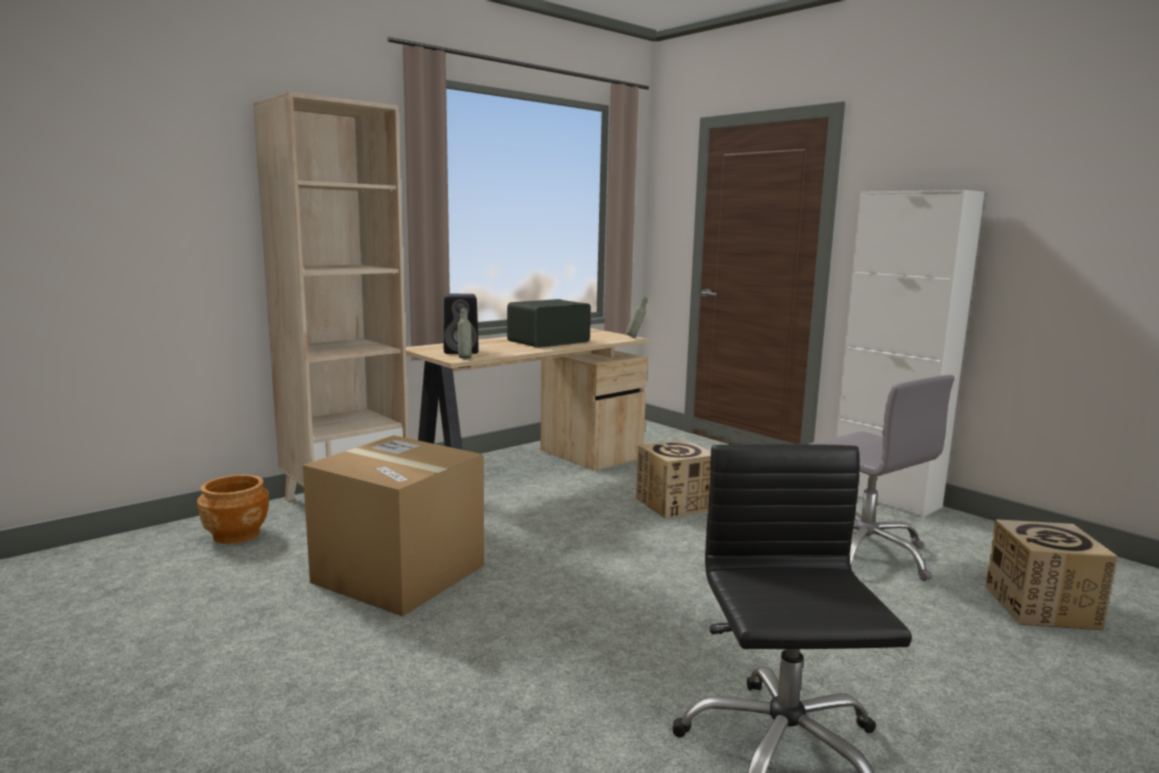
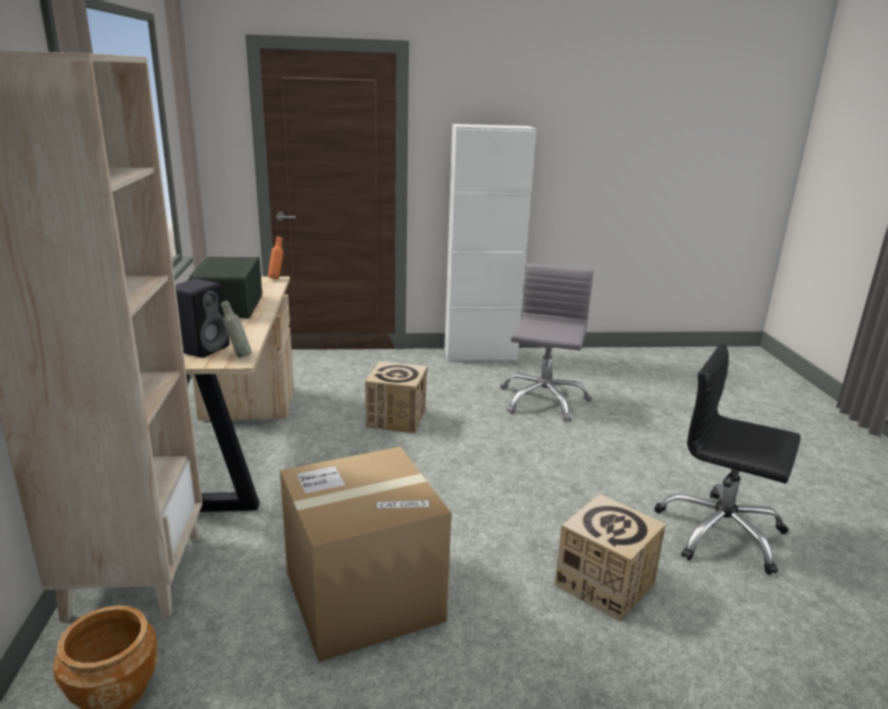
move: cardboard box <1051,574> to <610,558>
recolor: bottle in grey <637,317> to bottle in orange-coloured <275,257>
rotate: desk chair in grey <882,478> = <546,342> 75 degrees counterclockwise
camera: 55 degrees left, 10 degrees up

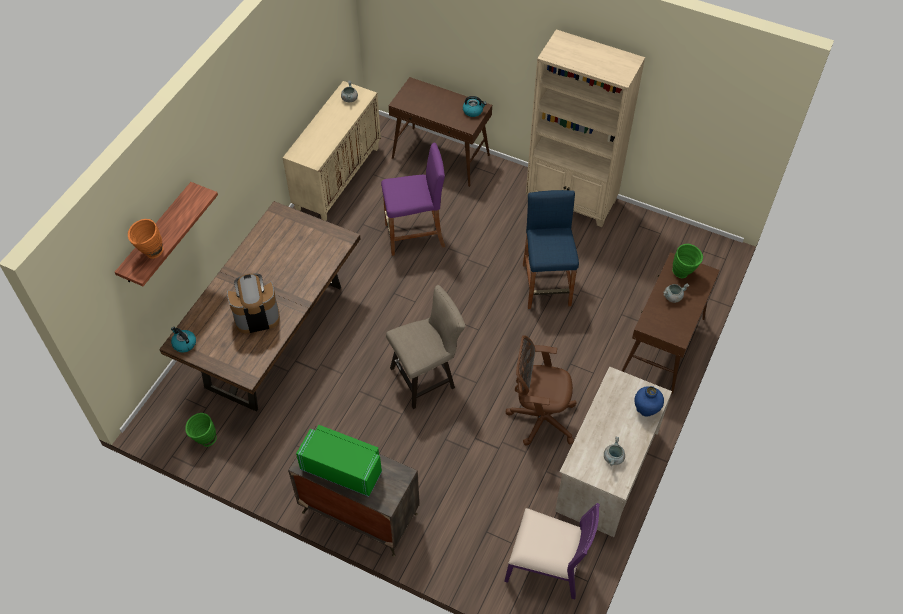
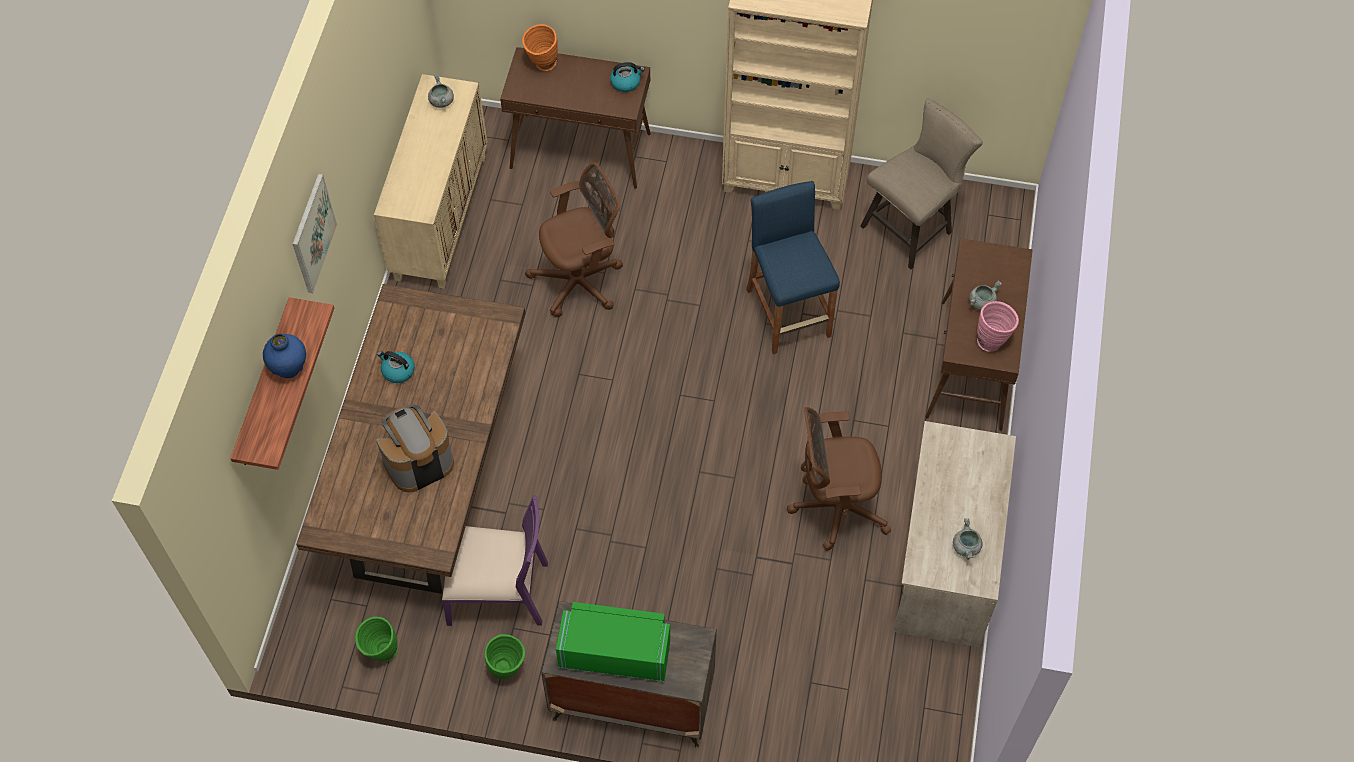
insert: wall art <315,233>; decorative vase in pinkish <998,326>
move: decorative vase in bluish <649,401> to <284,356>; tea kettle <183,340> to <396,367>; chair in purple-coloured <552,551> to <495,560>; decorative vase in green-coloured <687,261> to <505,656>; decorative vase in orange-coloured <145,239> to <540,47>; stool in sand-coloured <425,347> to <922,183>
replace: stool in purple-coloured <413,199> to desk chair in brownish <574,239>
camera: 15 degrees left, 5 degrees up

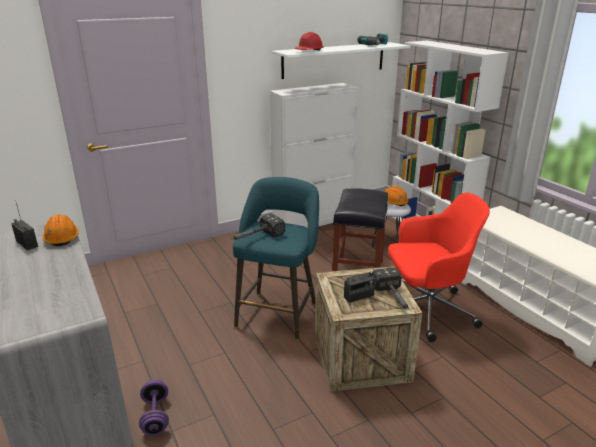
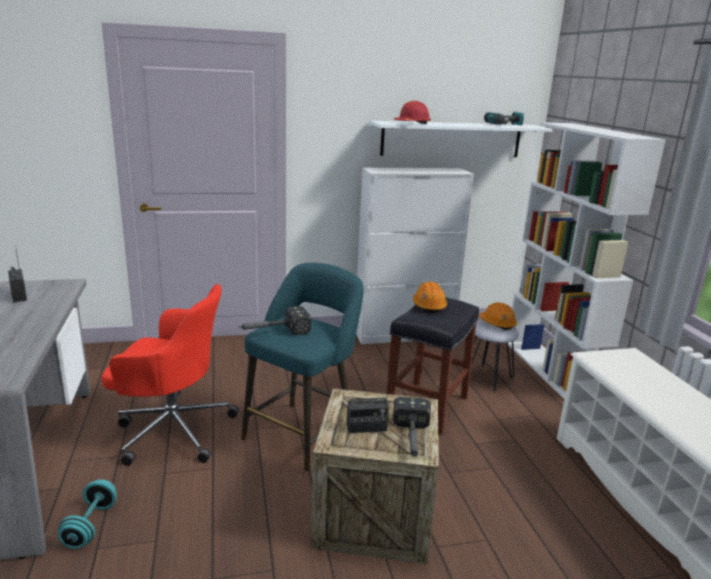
move: desk chair in red <439,267> to <170,375>; hard hat in orange-coloured <61,230> to <430,297>
recolor: free weight in purple-coloured <154,407> to free weight in turquoise-coloured <87,514>
camera: 15 degrees right, 5 degrees down

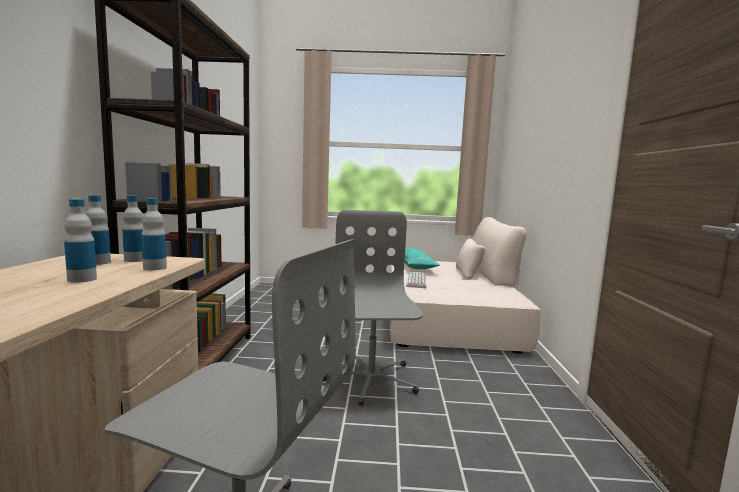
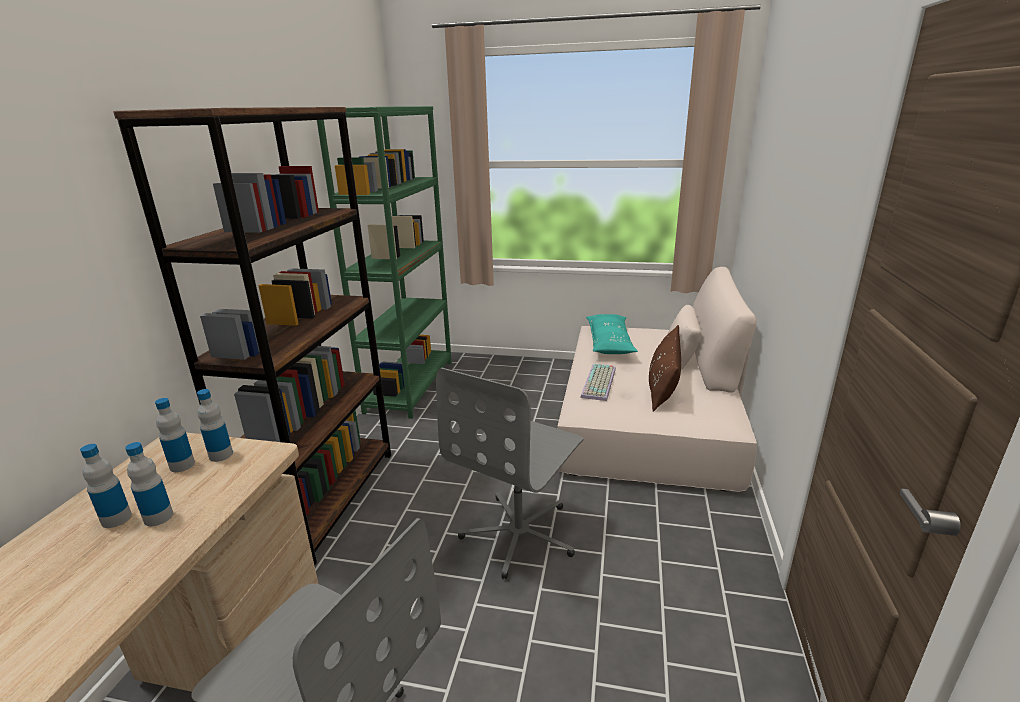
insert: bookshelf in green-coloured <384,262>; throw pillow in brownish <665,368>
move: bottle <154,234> to <106,486>
rotate: desk chair in grey <373,308> = <509,473> 150 degrees counterclockwise
camera: 10 degrees right, 15 degrees up

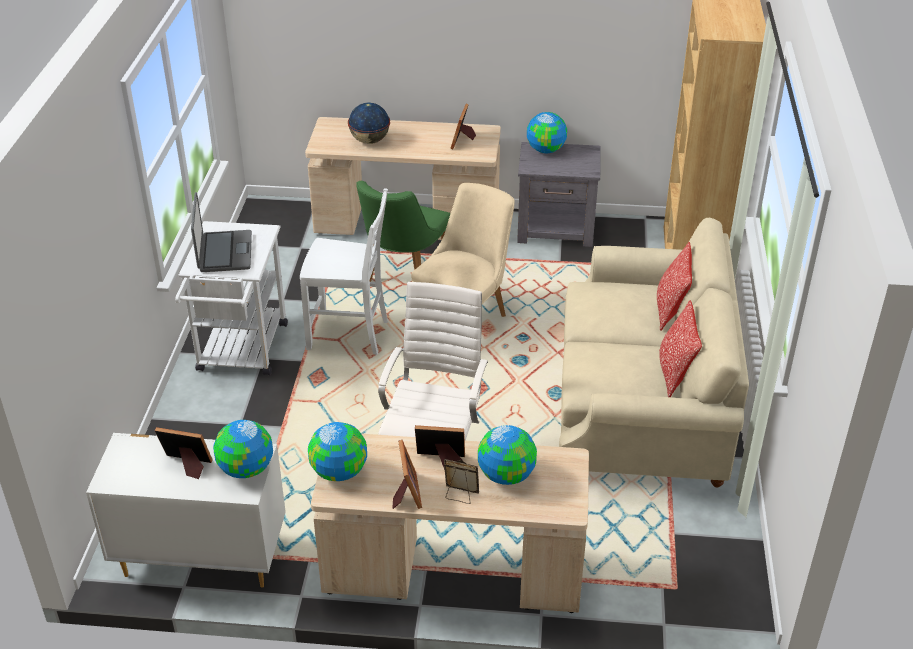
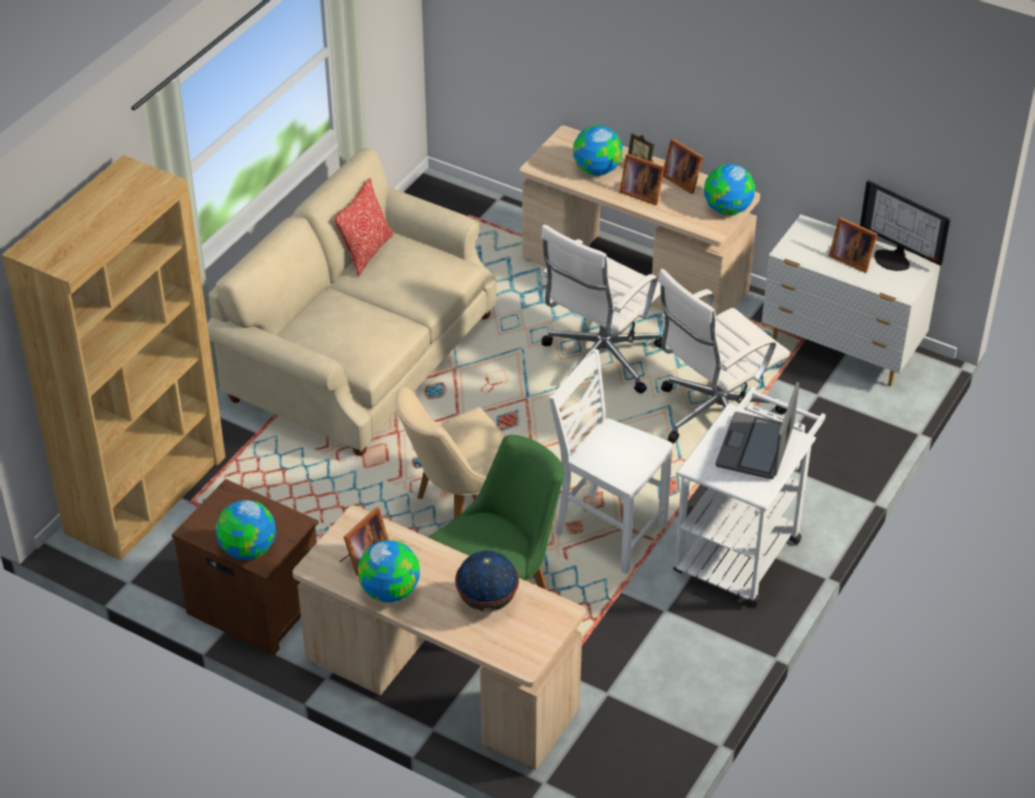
delete: throw pillow <674,286>
insert: desk chair in whitish <724,356>; computer screen <905,225>
move: desk globe <243,449> to <389,571>
recolor: bedside table in grey <559,194> to bedside table in brownish <245,567>
rotate: standing frame <407,474> = <683,166> 60 degrees counterclockwise
camera: 155 degrees left, 5 degrees up

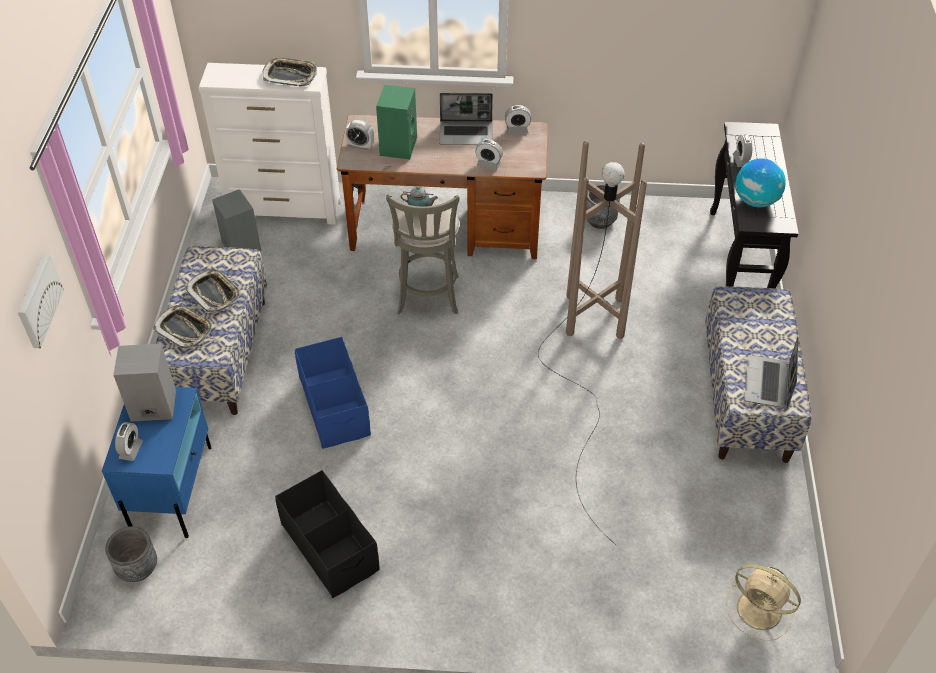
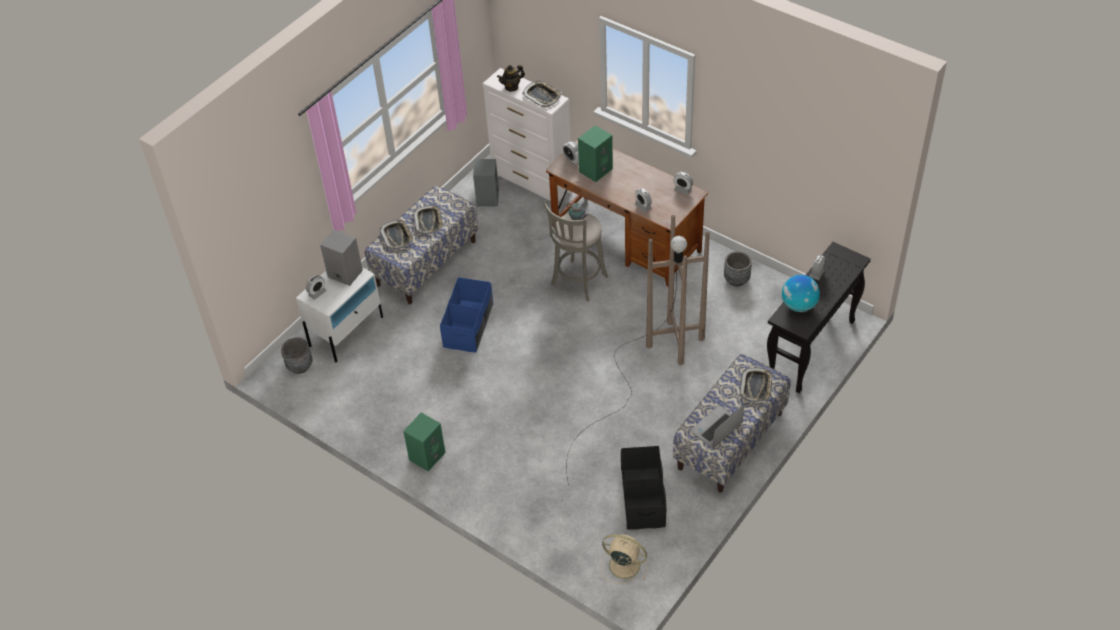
delete: wall art <41,301>; portable computer <466,119>
insert: speaker in green-coloured <424,442>; teapot <511,78>; carrying tray <756,384>
move: storage bin in blackish <327,534> to <644,488>
recolor: bedside table in bluish <156,462> to bedside table in whitish <339,314>
rotate: fan in sand-coloured <764,602> = <624,559> 135 degrees clockwise
camera: 35 degrees right, 0 degrees up

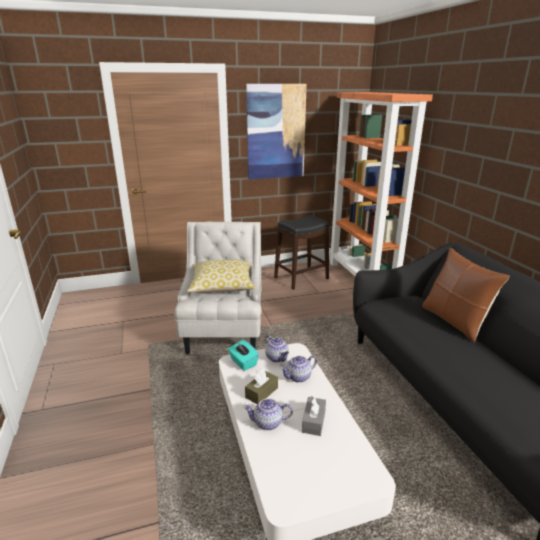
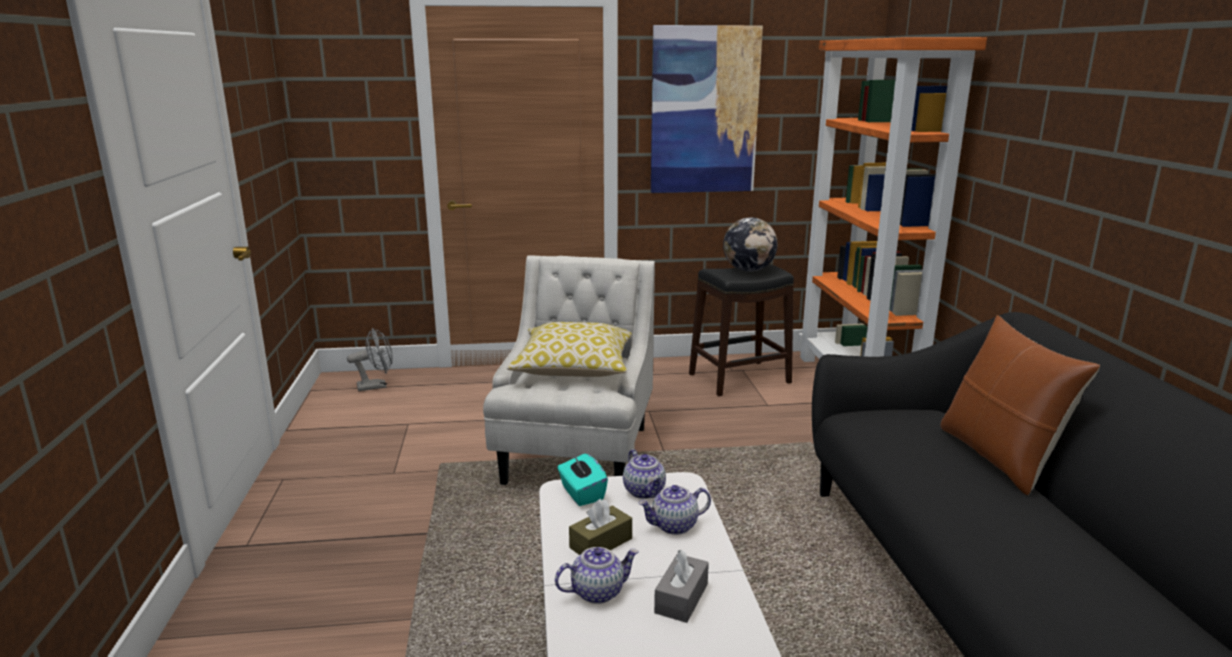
insert: fan in grey <370,359>; desk globe <750,244>
rotate: teapot <268,414> = <597,575> 150 degrees clockwise
camera: 10 degrees right, 5 degrees down

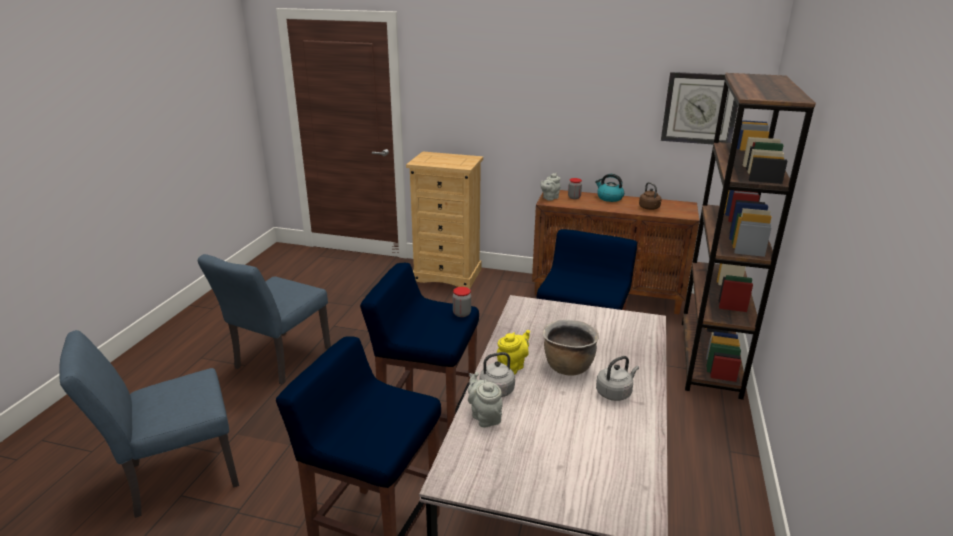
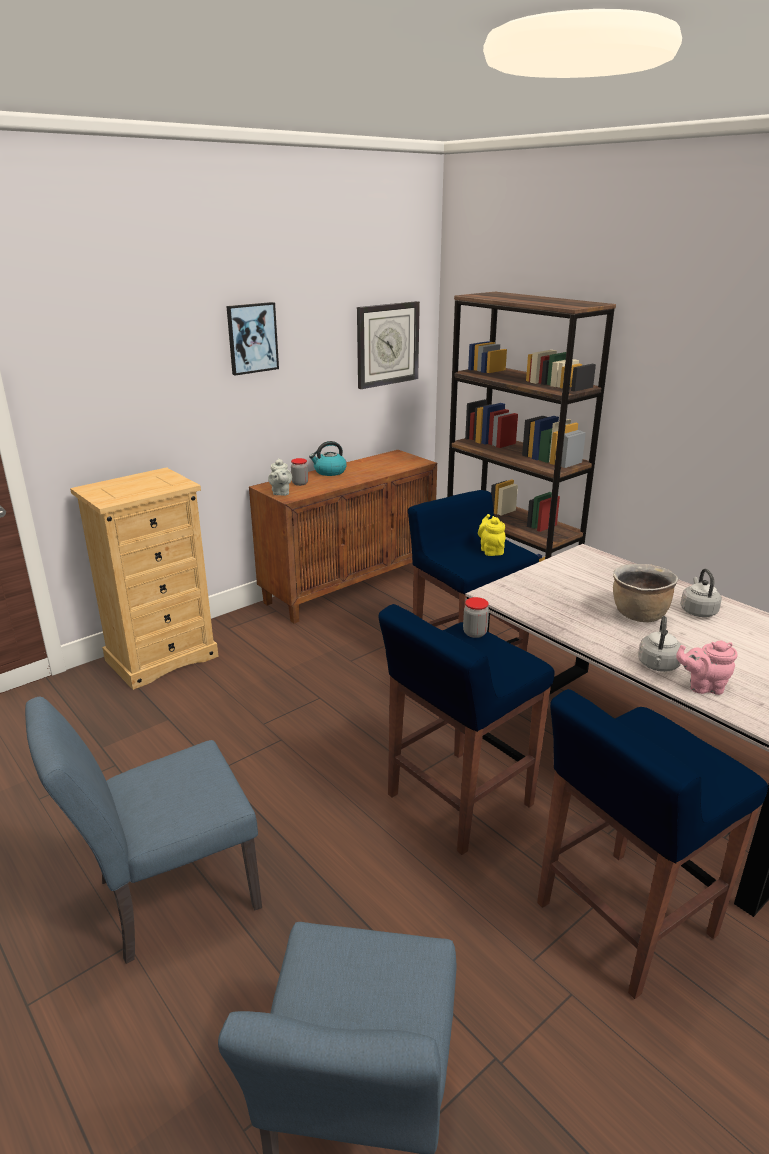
delete: tea kettle in brownish <650,196>
insert: wall art <252,339>
move: teapot in yellow <513,352> to <492,535>
recolor: teapot in grey <485,399> to teapot in pinkish <706,668>
rotate: chair in bluish <264,319> = <143,830> 90 degrees clockwise
camera: 55 degrees left, 0 degrees up

